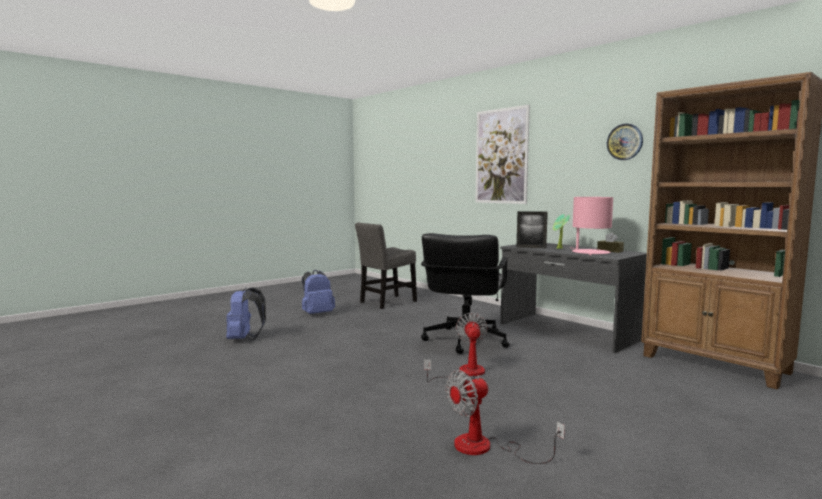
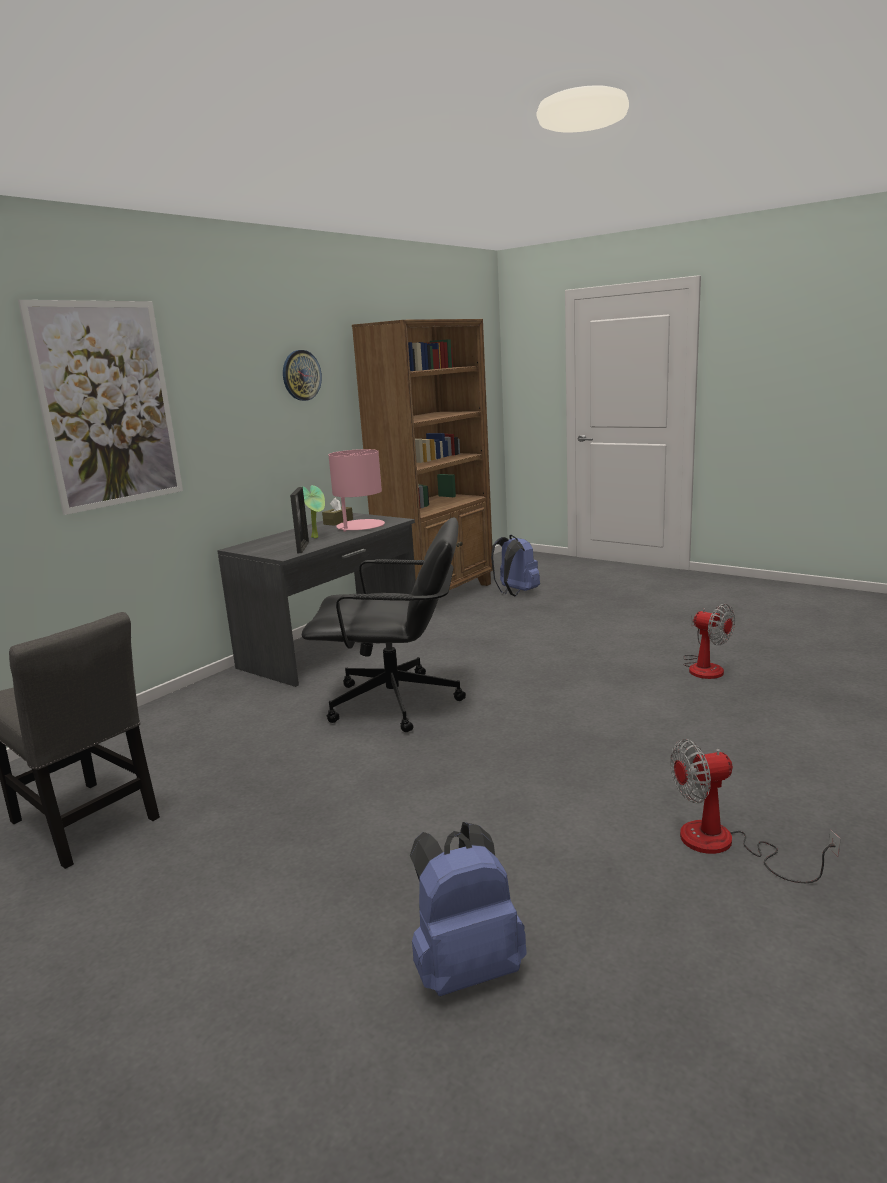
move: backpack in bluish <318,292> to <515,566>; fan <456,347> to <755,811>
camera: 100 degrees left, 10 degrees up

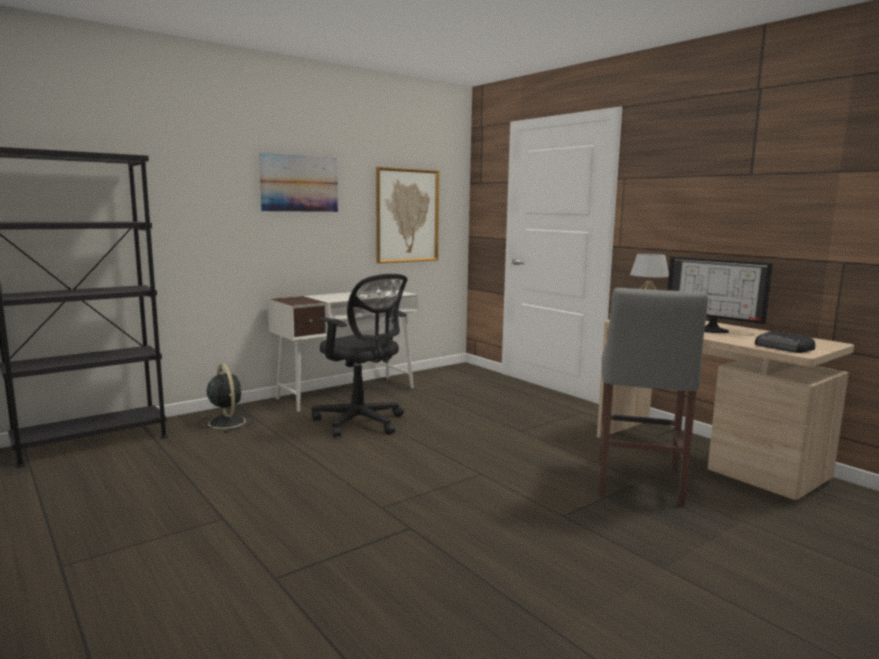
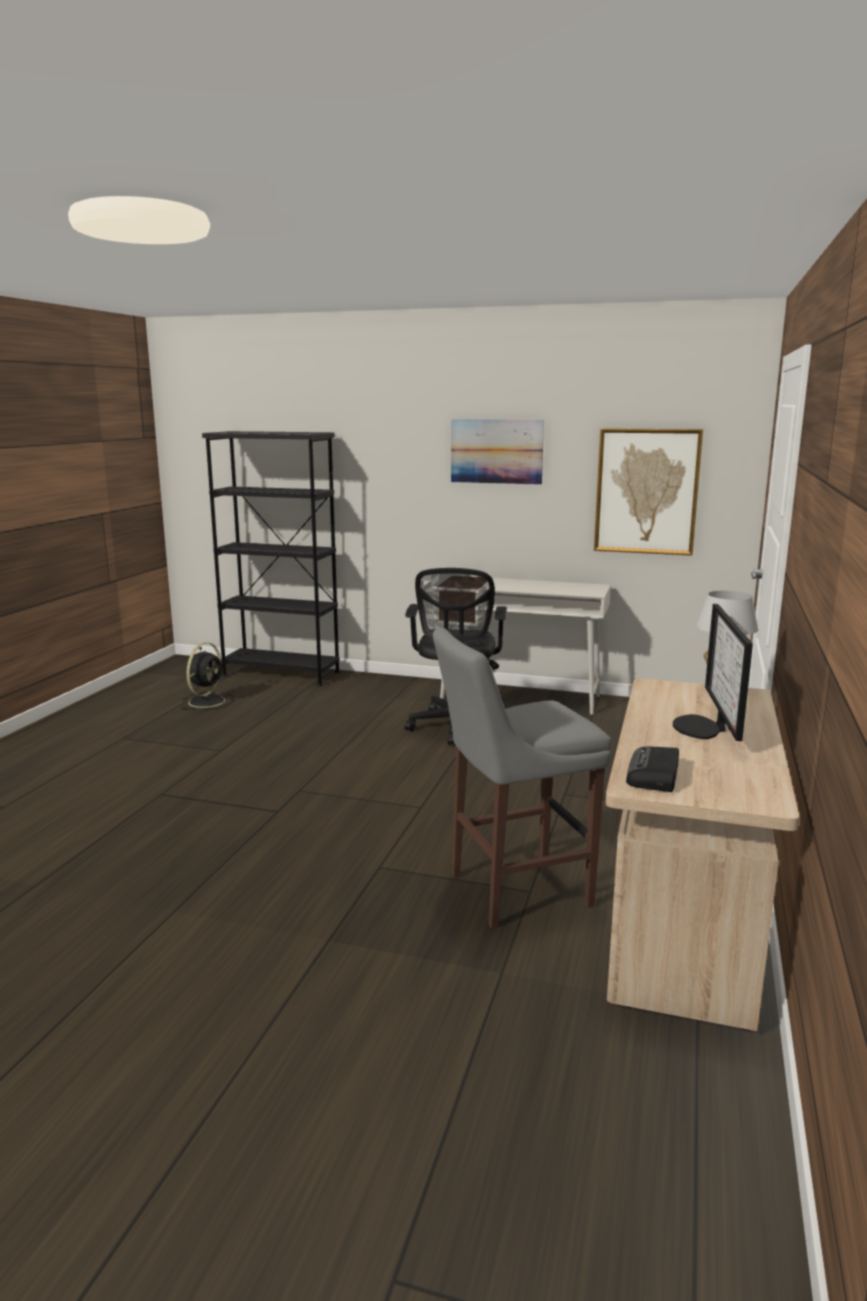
move: fan in blackish <225,398> to <208,676>
camera: 55 degrees right, 5 degrees up

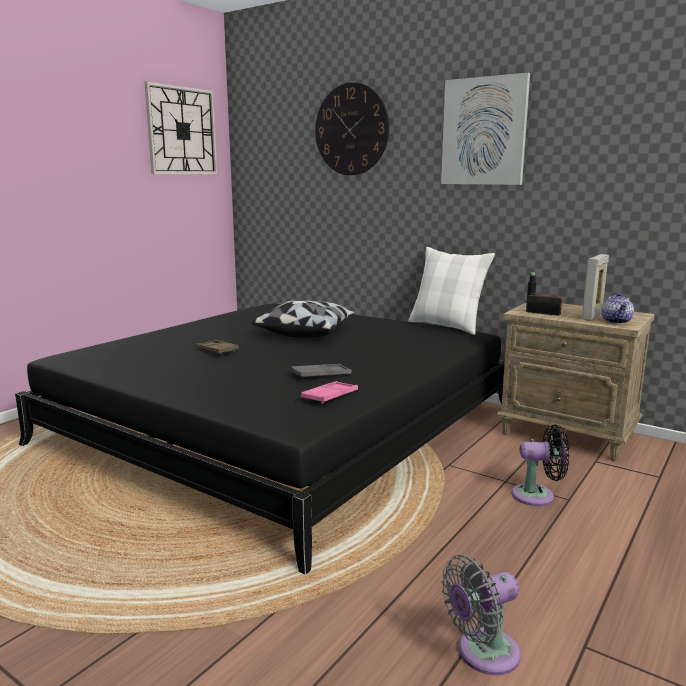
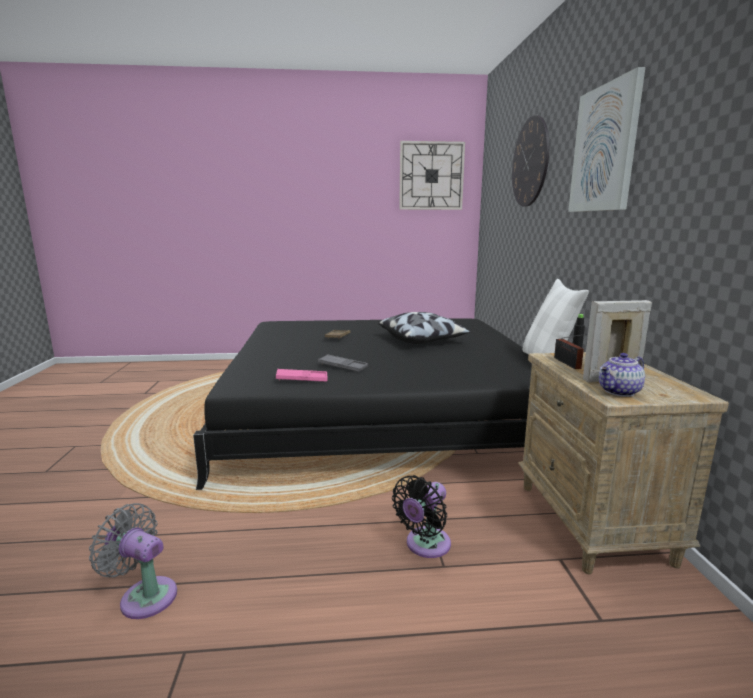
rotate: fan in blackish <540,465> = <421,516> 75 degrees clockwise
camera: 50 degrees right, 0 degrees up

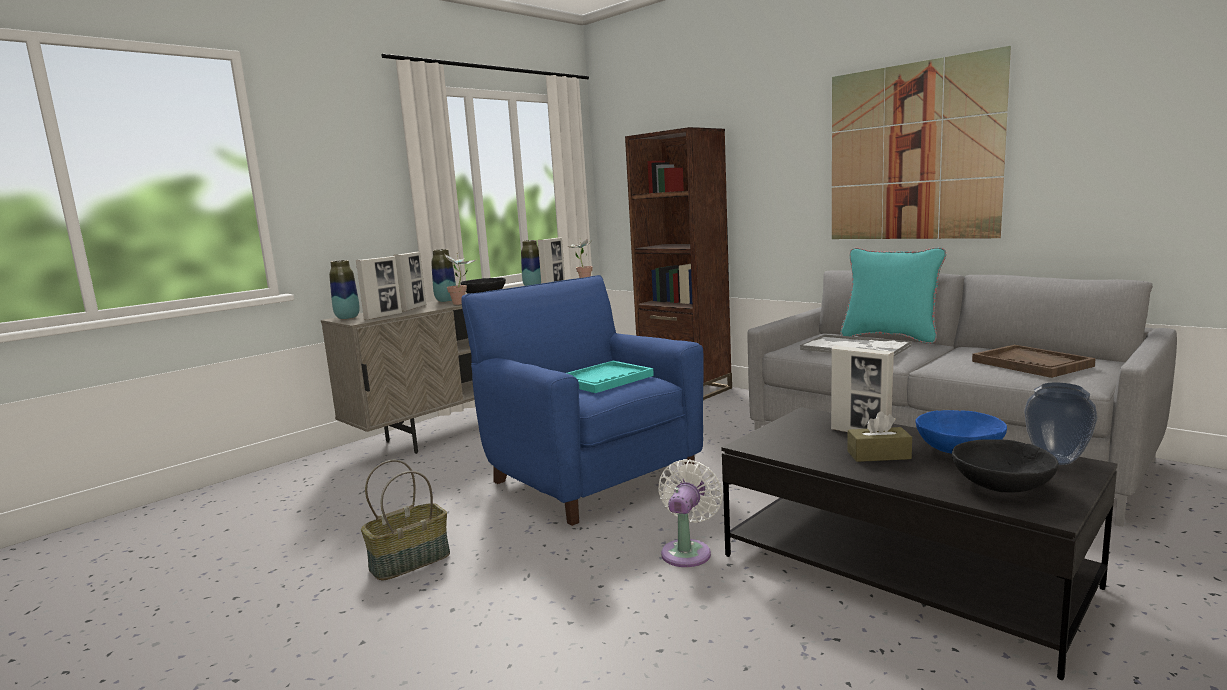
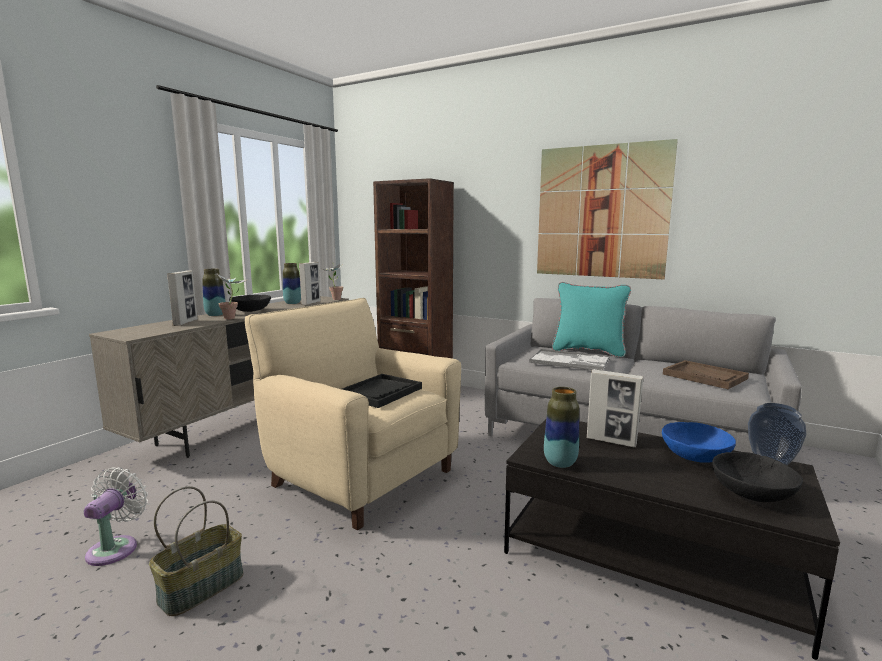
delete: standing frame <379,288>; box of tissues in brownish <879,436>
move: fan in whitish <690,513> to <116,516>; decorative vase <344,289> to <561,427>
recolor: armchair in bluish <582,400> to armchair in sand-coloured <353,414>; carrying tray in turquoise-coloured <610,377> to carrying tray in blackish <382,391>
camera: 15 degrees left, 0 degrees up

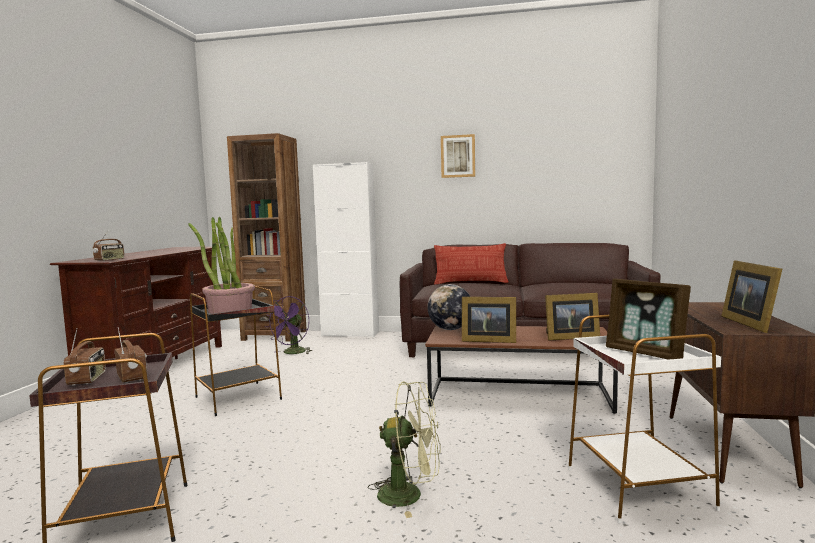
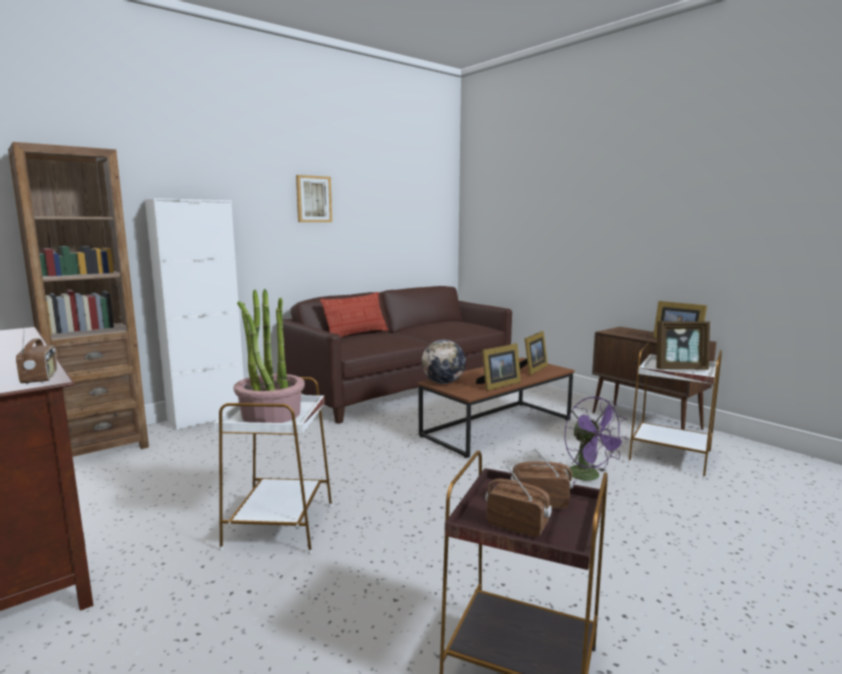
delete: fan in green-coloured <404,449>
move: fan in purple-coloured <289,325> to <596,440>
recolor: accent table in blackish <236,351> to accent table in whitish <273,465>
camera: 50 degrees left, 5 degrees up

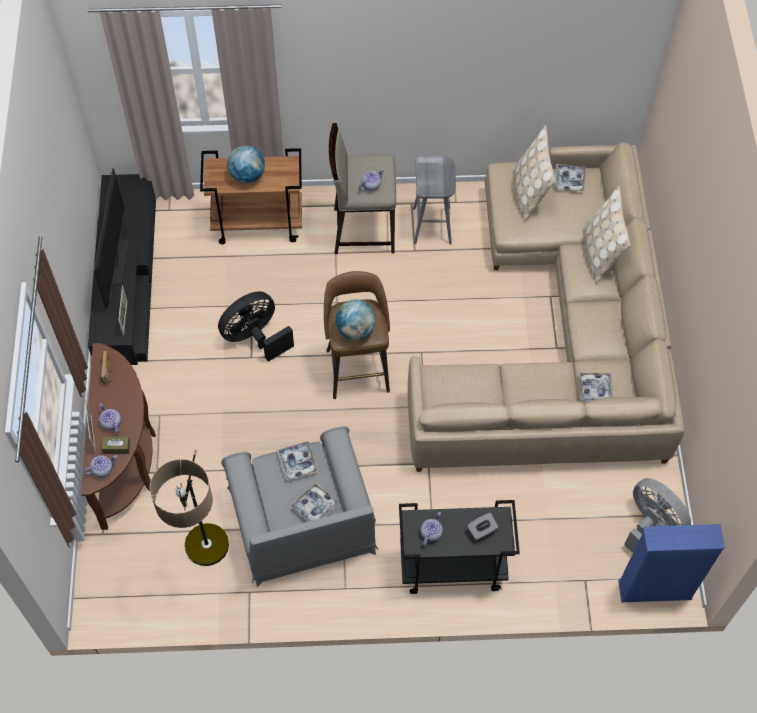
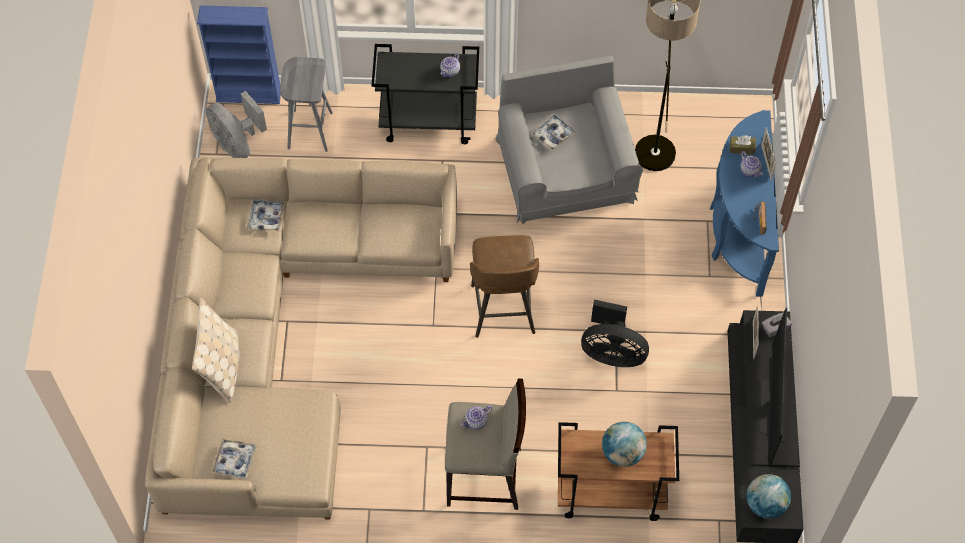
delete: teapot <100,466>; carrying tray <297,461>; throw pillow in sand-coloured <534,173>
move: stool in grey <434,200> to <306,104>; desk globe <355,320> to <768,496>; box of tissues in grey <482,527> to <777,325>
recolor: narrow table in brownish <118,436> to narrow table in bluish <744,203>
rotate: fan in blackish <256,326> = <615,333> 45 degrees clockwise
camera: 175 degrees left, 0 degrees up

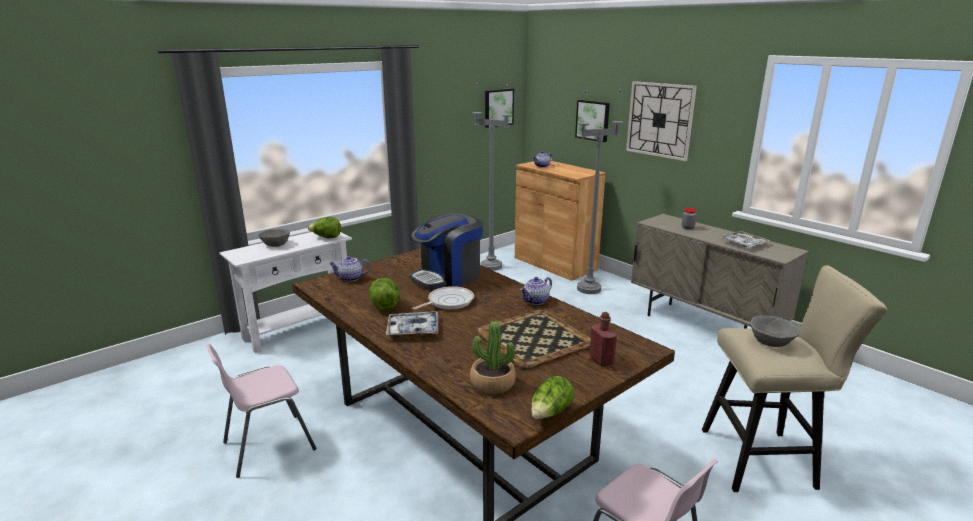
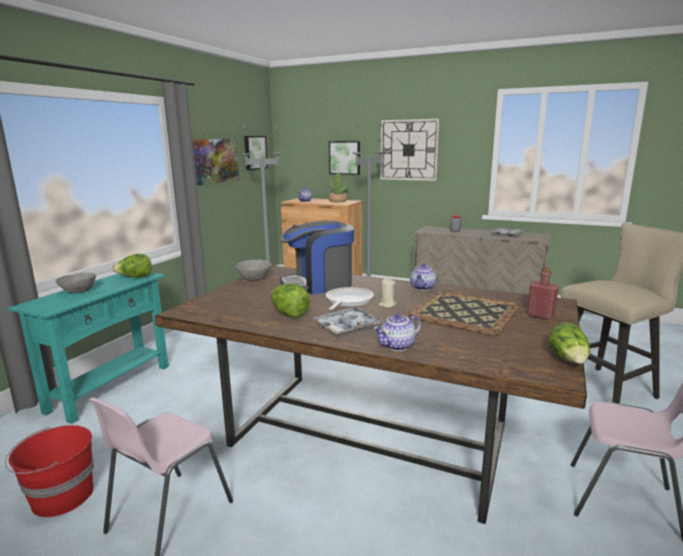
insert: bucket in red <49,471>; wall art <215,162>; wax light in sand-coloured <387,293>
move: deep dish in grey <775,331> to <254,270>; plant in a pot <493,357> to <338,187>; teapot <350,269> to <397,332>
recolor: narrow table in whitish <285,292> to narrow table in turquoise-coloured <88,348>
rotate: coffee maker <446,251> = <317,257> 45 degrees clockwise
camera: 25 degrees left, 5 degrees down

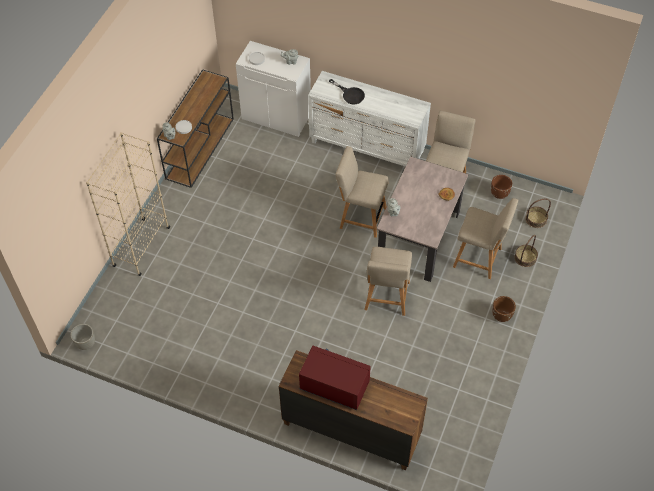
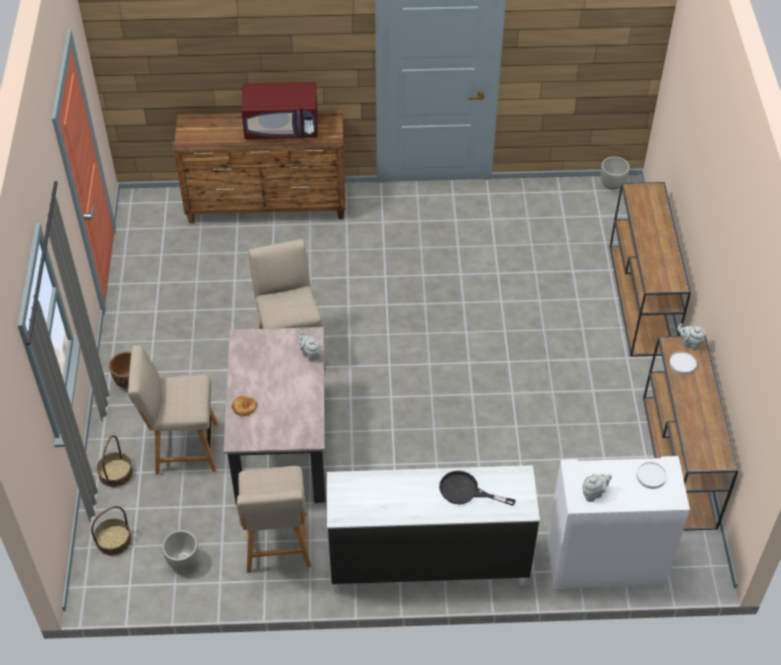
delete: chair in sand-coloured <362,192>
replace: bookshelf in sand-coloured <128,204> to narrow table in brownish <650,269>
recolor: planter in brownish <501,187> to planter in grey <180,550>
camera: 155 degrees right, 5 degrees down

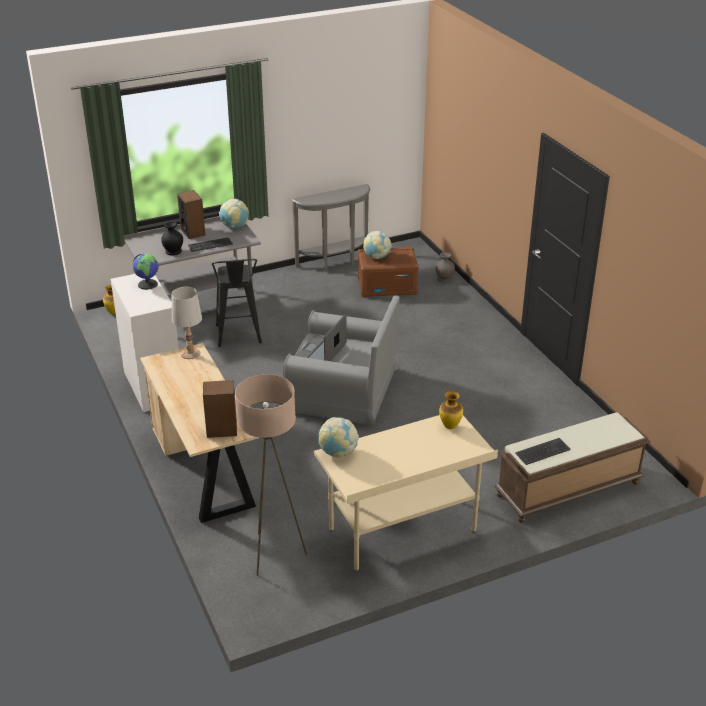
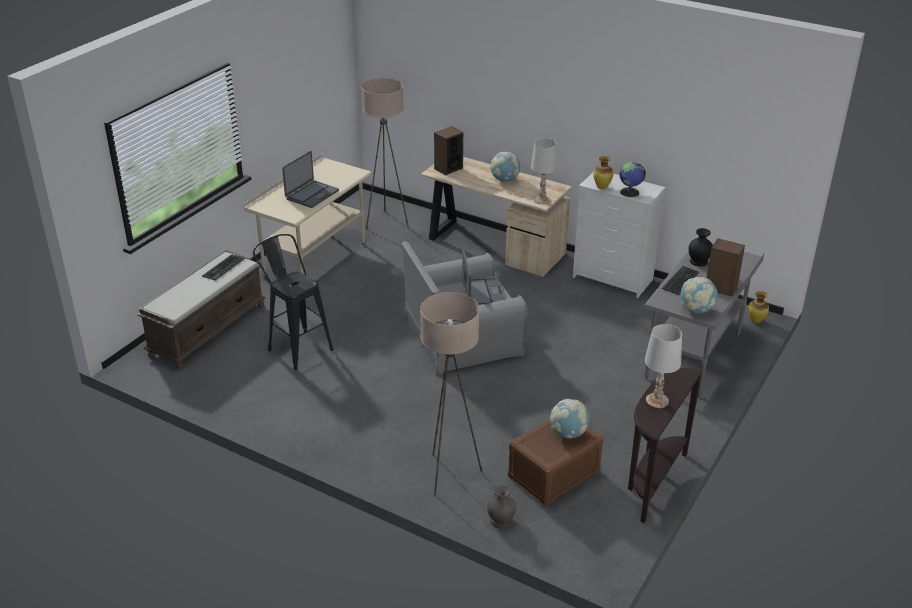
insert: portable computer <310,179>; floor lamp in sand-coloured <451,393>; tabletop lamp in whitish <663,366>
move: stool in blackish <237,303> to <293,302>; desk globe <338,437> to <505,167>; decorative vase <451,410> to <603,172>
recolor: narrow table in grey <330,228> to narrow table in brownish <665,445>
camera: 145 degrees right, 0 degrees up

